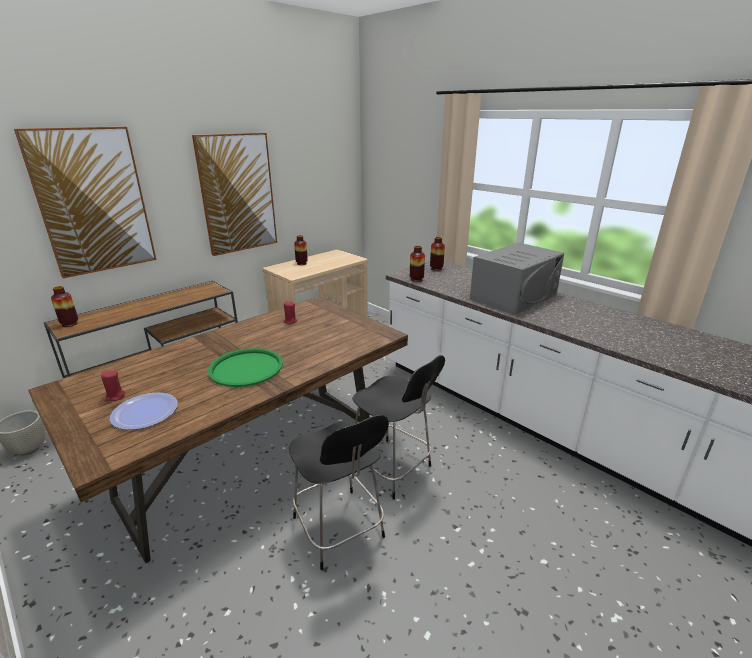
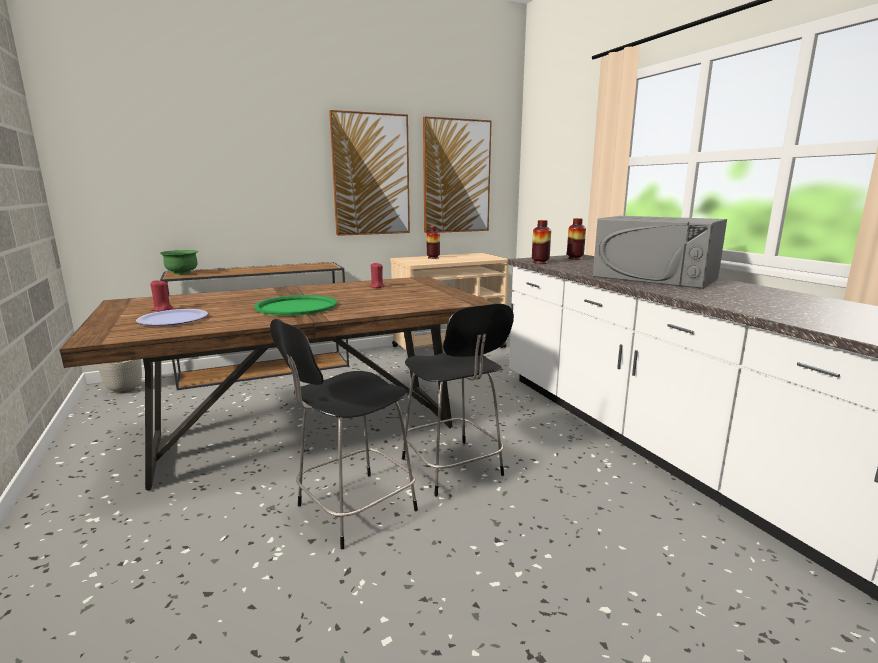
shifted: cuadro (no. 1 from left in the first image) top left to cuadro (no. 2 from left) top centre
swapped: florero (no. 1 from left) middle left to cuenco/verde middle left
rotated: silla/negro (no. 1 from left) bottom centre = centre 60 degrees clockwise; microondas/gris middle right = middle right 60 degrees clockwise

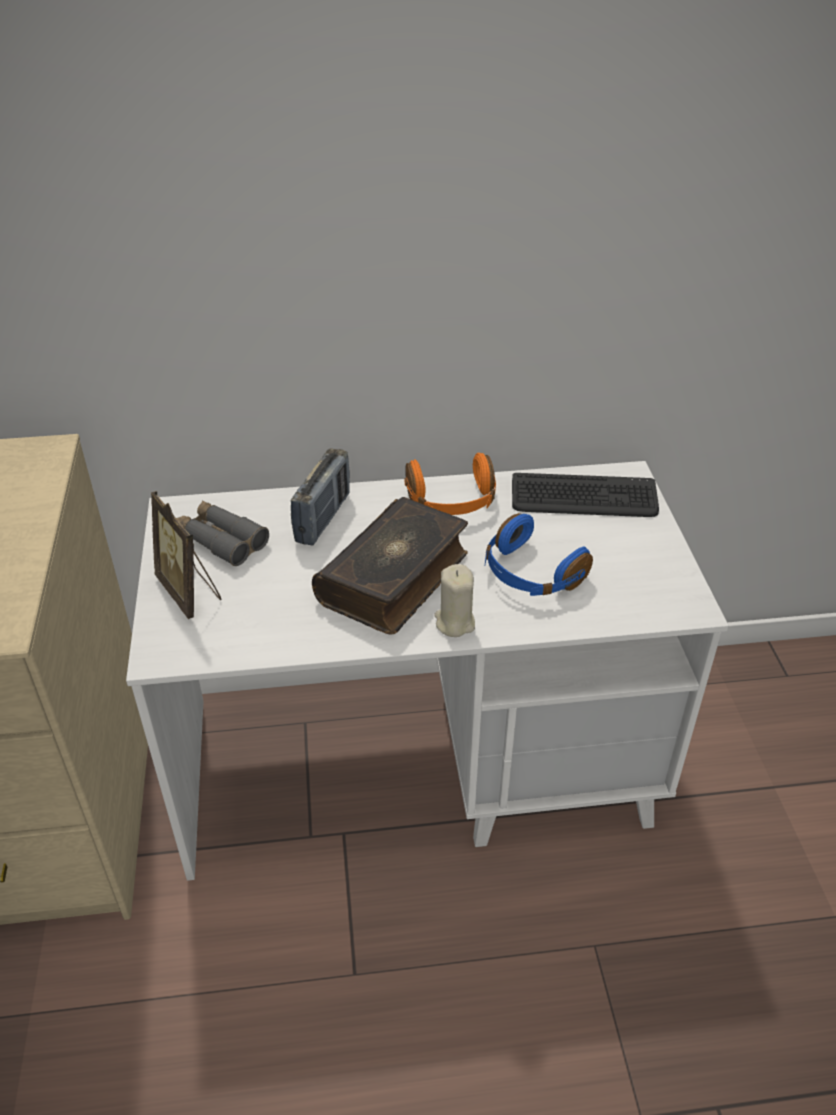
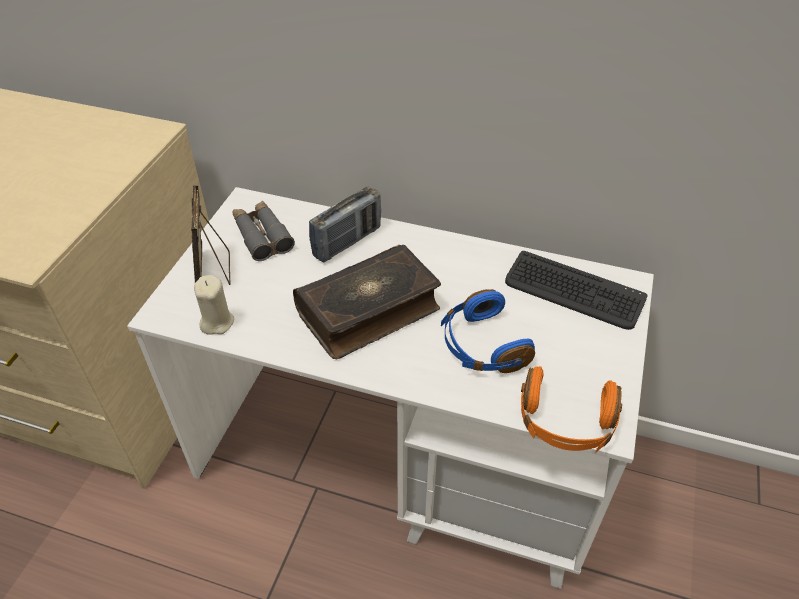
shifted: vela/beis centre to middle left; auriculares/naranja centre to bottom right

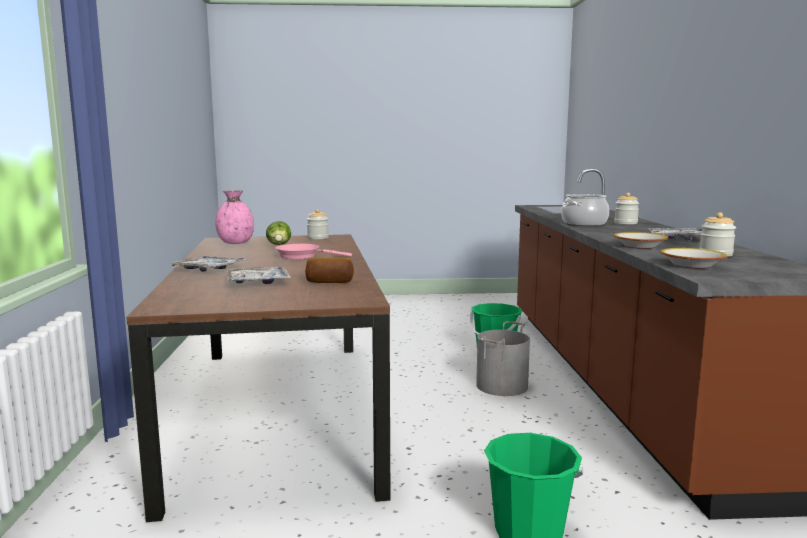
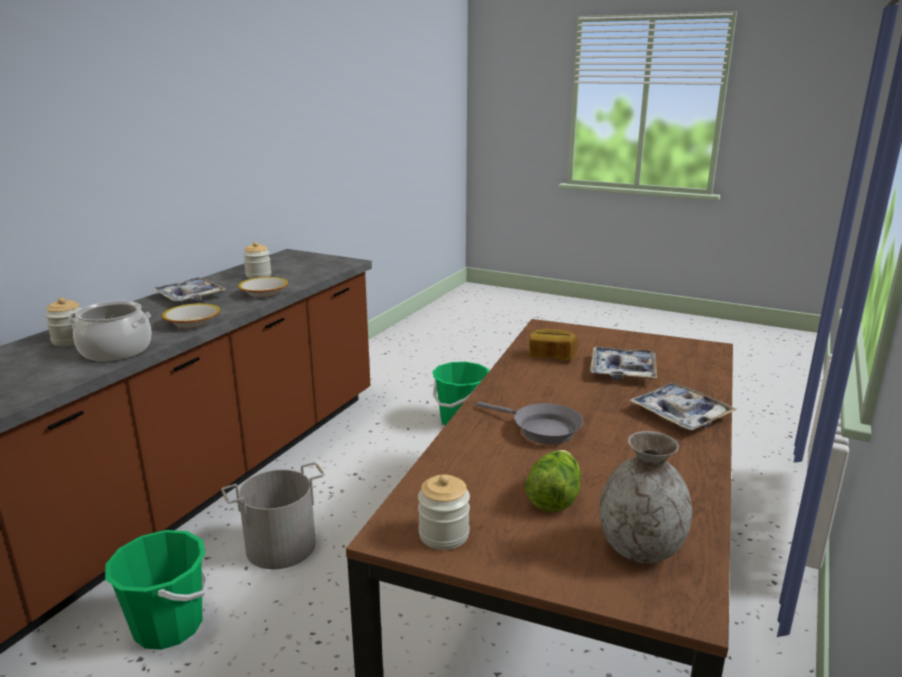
shifted: cuenco (no. 2 from left in the first image) middle right to cuenco (no. 1 from left) middle left
repainted: sartén/rosa centre to sartén/gris centre; florero/rosa middle left to florero/gris bottom right

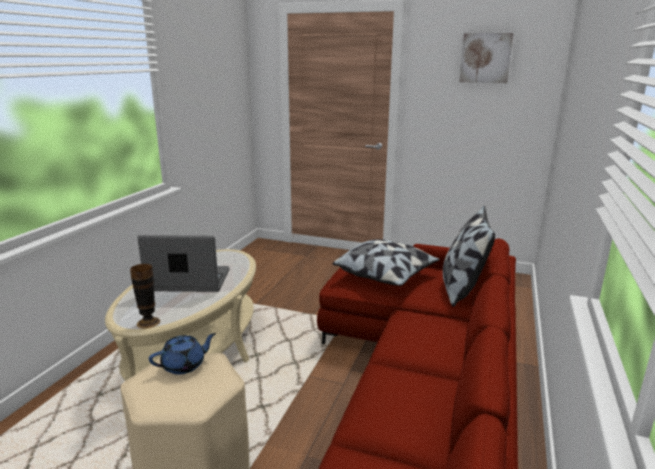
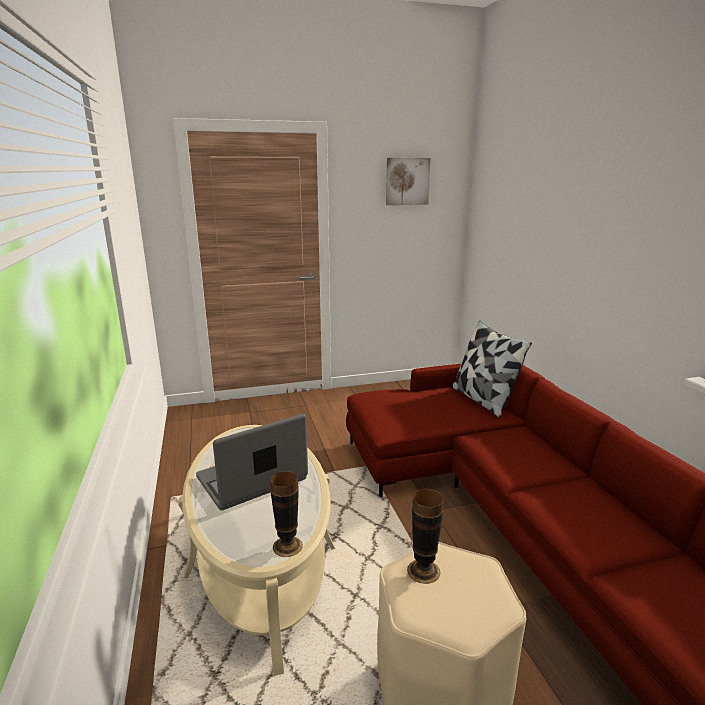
gone: cojín (no. 1 from left) centre
swapped: tetera/azul bottom left to florero (no. 2 from left) bottom centre

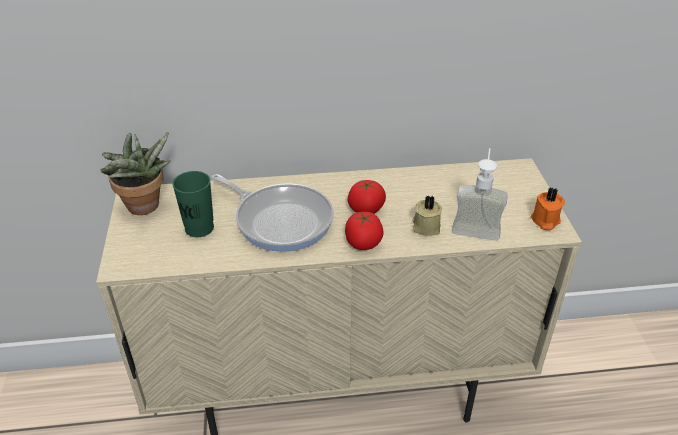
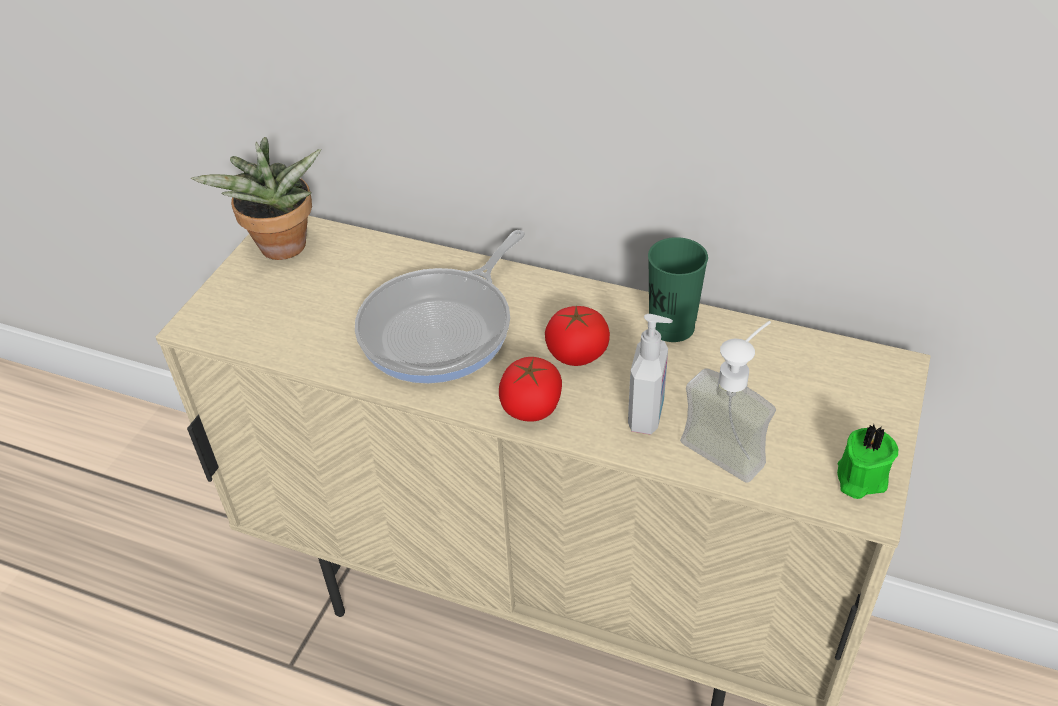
shifted: taza/verde middle left to centre
swapped: vela/beis centre to dispensador de jabón (no. 1 from left) centre
repainted: vela/naranja middle right to vela/verde middle right
rotated: sartén centre = centre 60 degrees clockwise

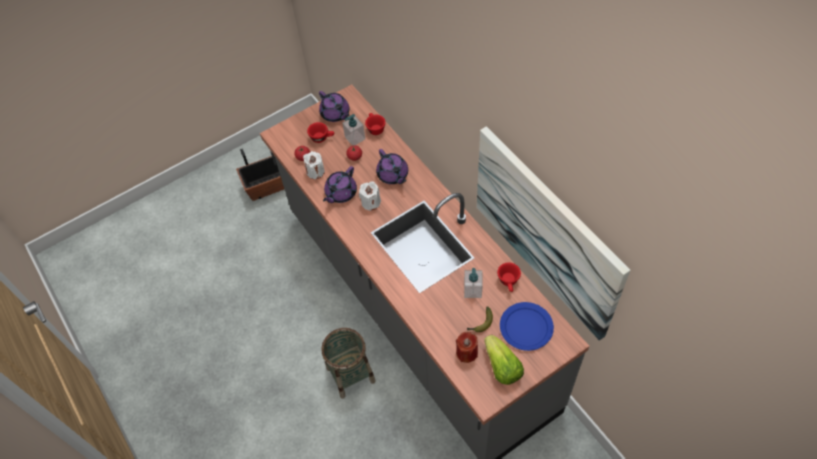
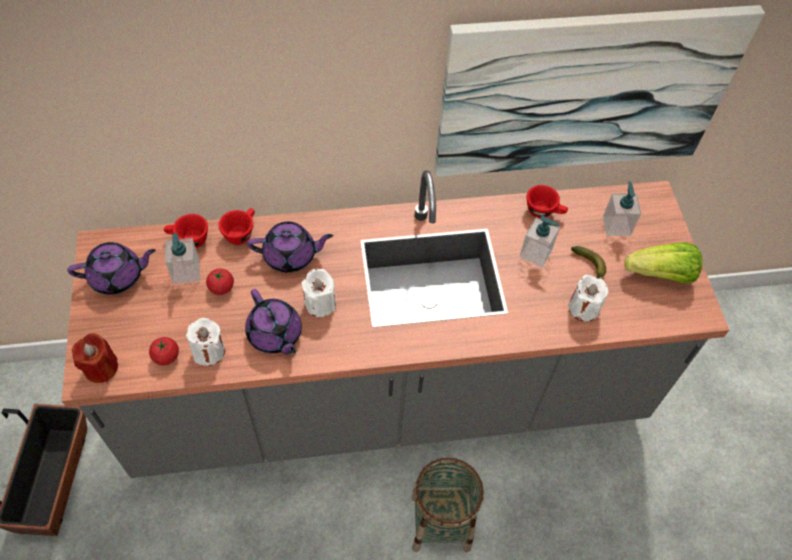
new: vela/blanco (no. 3 from left) middle right
shifted: vela/rojo bottom centre to middle left; taza/rojo (no. 1 from left in the first image) top centre to taza/rojo (no. 2 from left) middle left
swapped: plato/azul bottom centre to dispensador de jabón (no. 3 from left) middle right

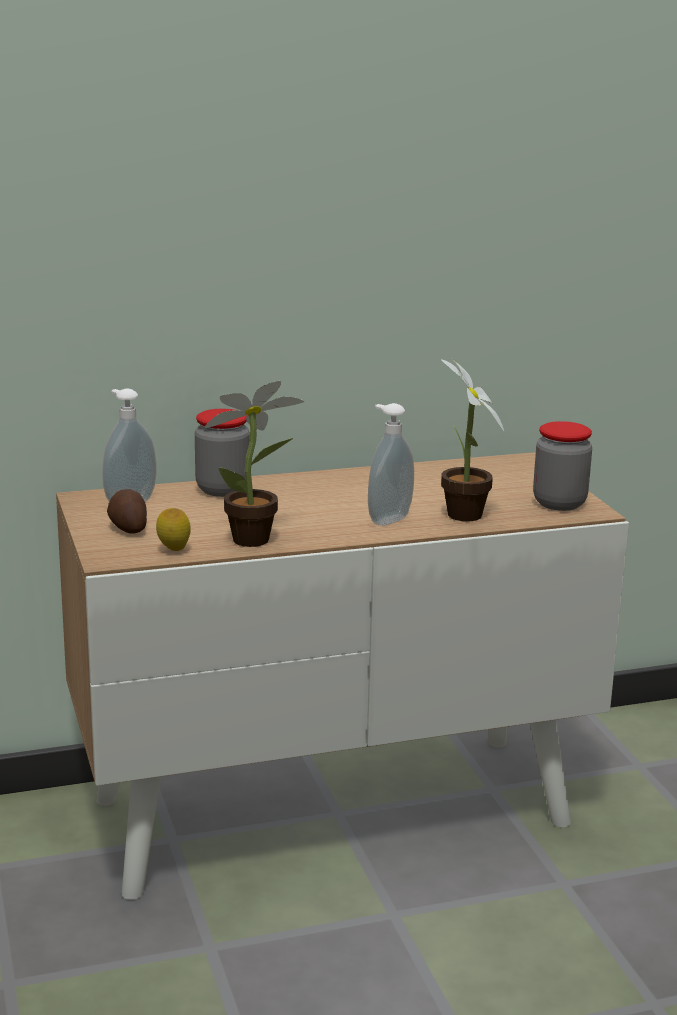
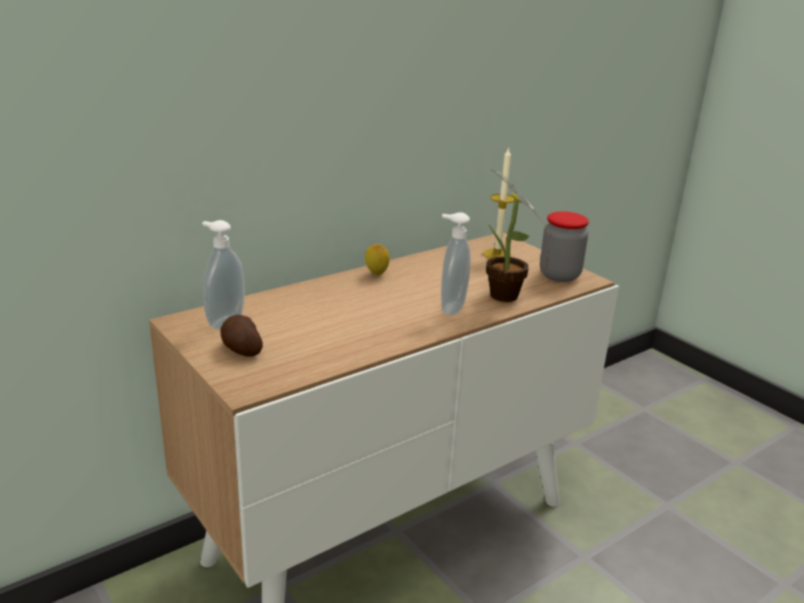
gone: tarro (no. 1 from left) middle left; planta en maceta (no. 1 from left) centre
new: vela centre
shifted: limón middle left to centre

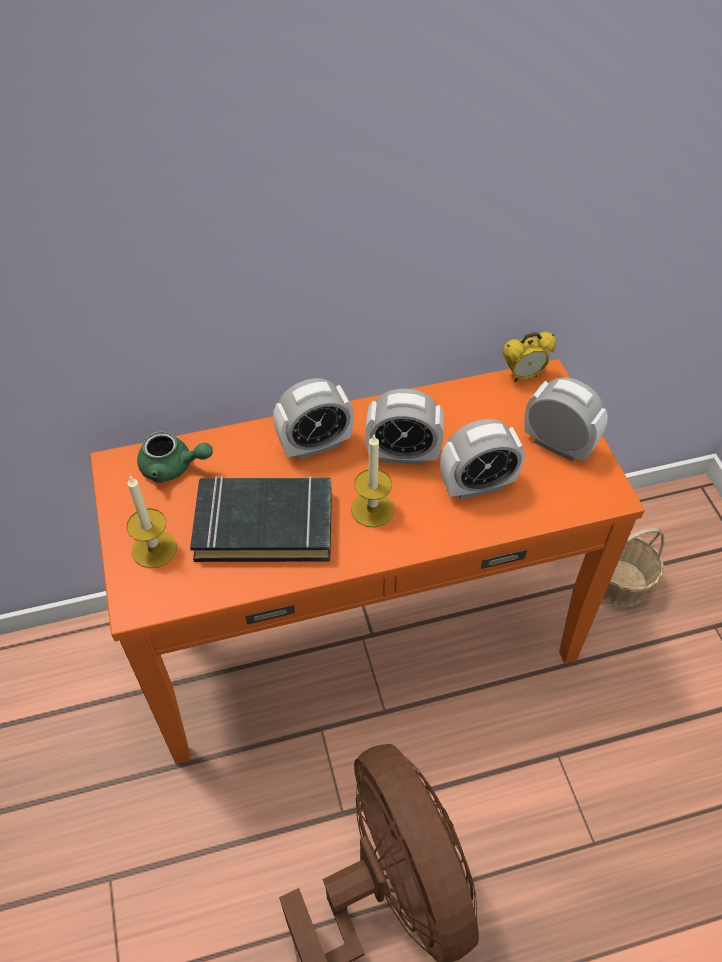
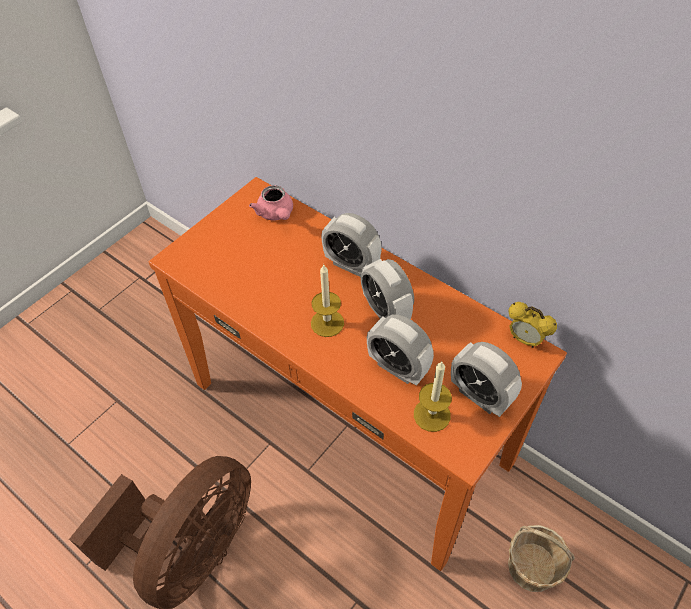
gone: libro/negro centre
shifted: vela (no. 1 from left in the first image) middle left to vela (no. 2 from left) centre
repainted: tetera/verde middle left to tetera/rosa centre
rotated: despertador (no. 5 from left in the first image) middle right = middle right 135 degrees clockwise

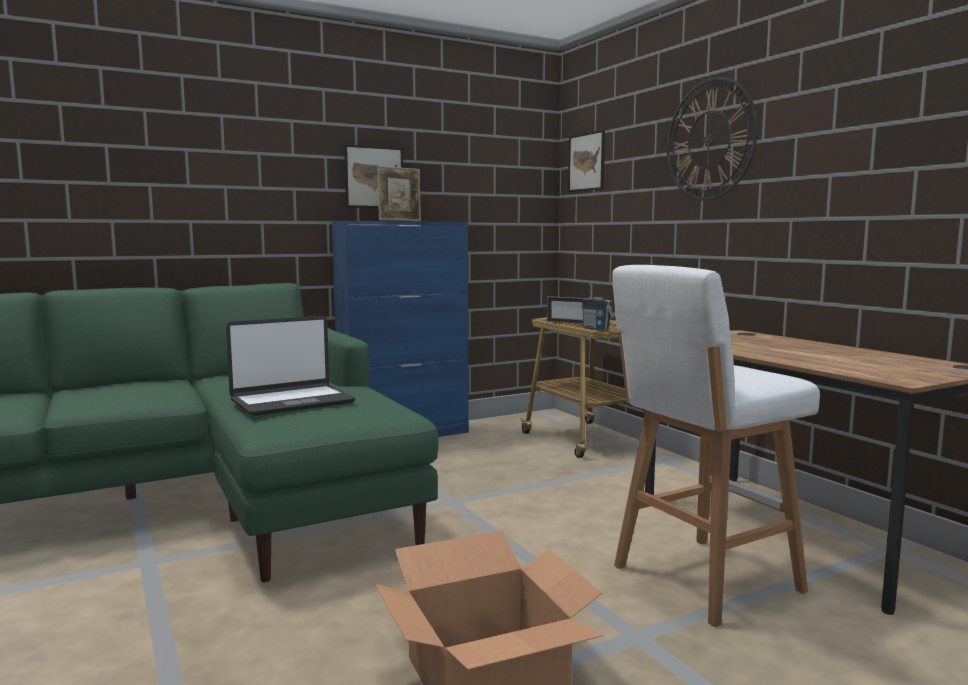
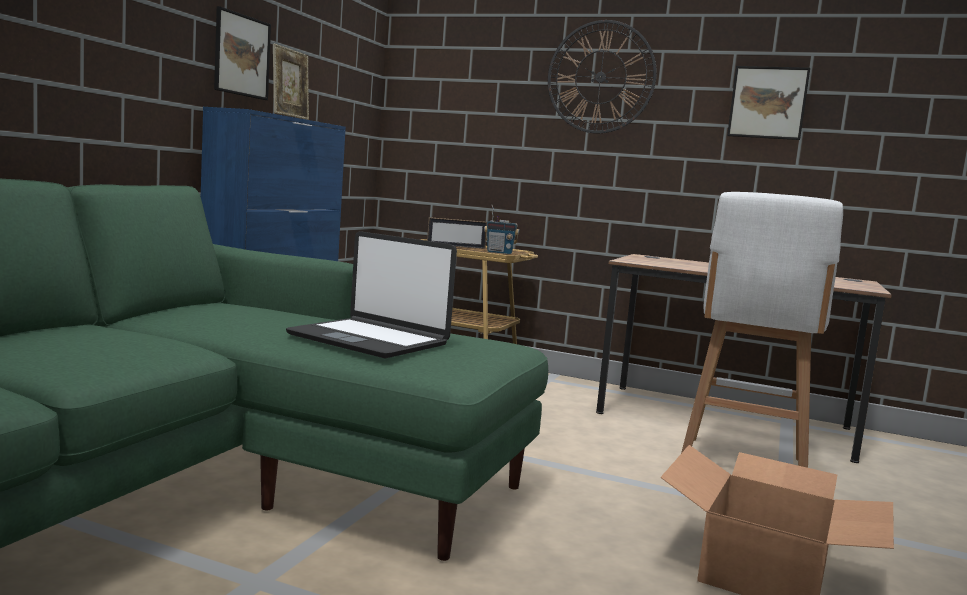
shifted: cuadro (no. 2 from left) top centre to top right
rotated: portátil middle left = centre 105 degrees clockwise

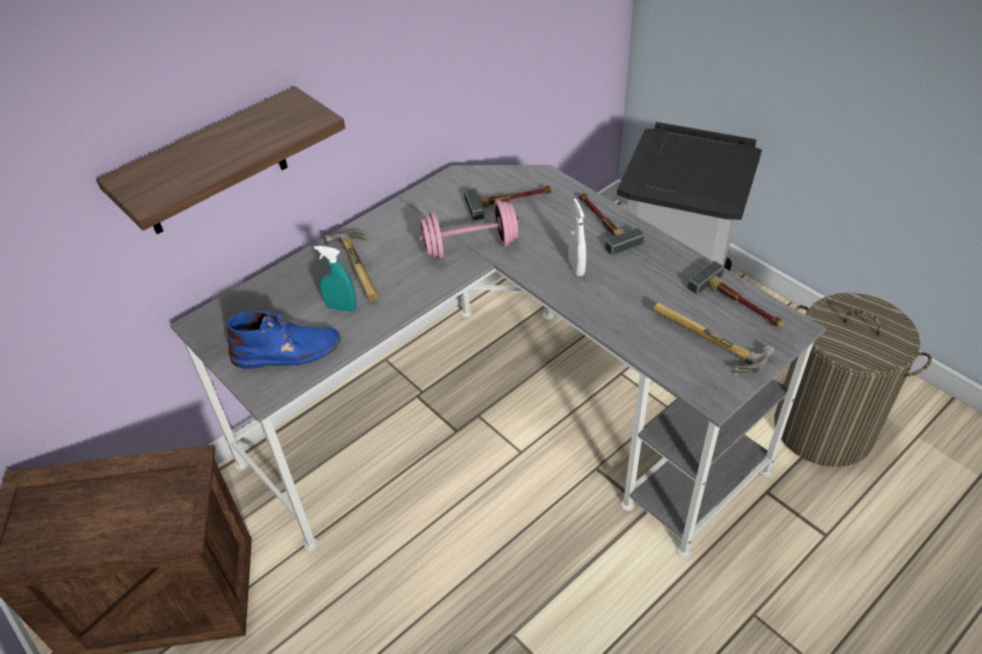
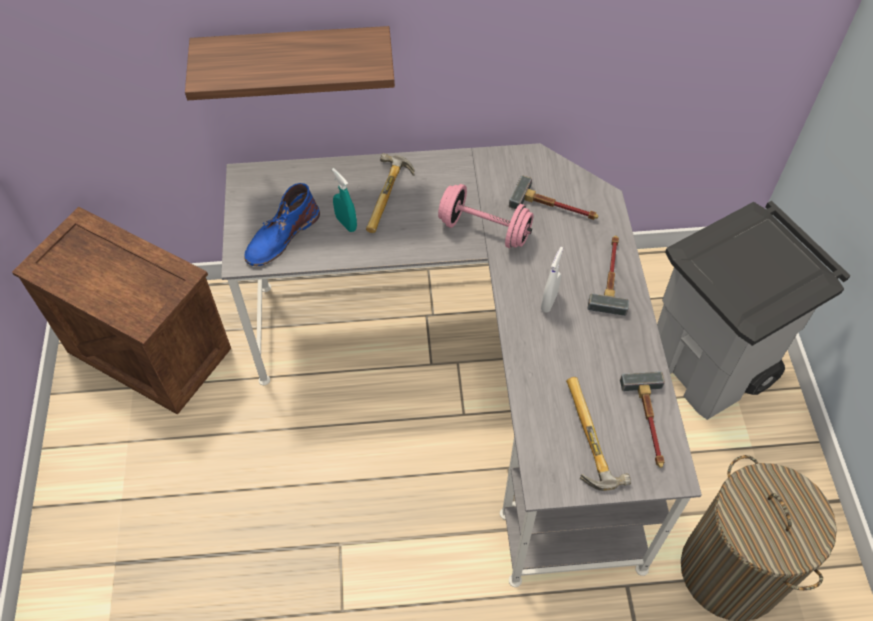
rotated: bota/azul middle left = middle left 105 degrees clockwise

